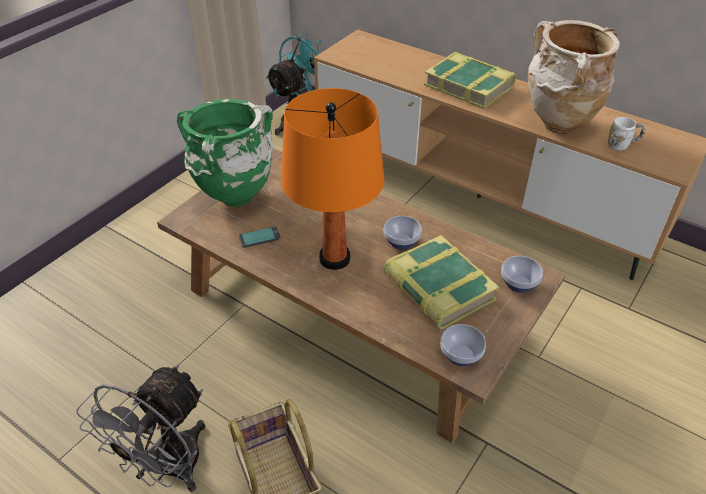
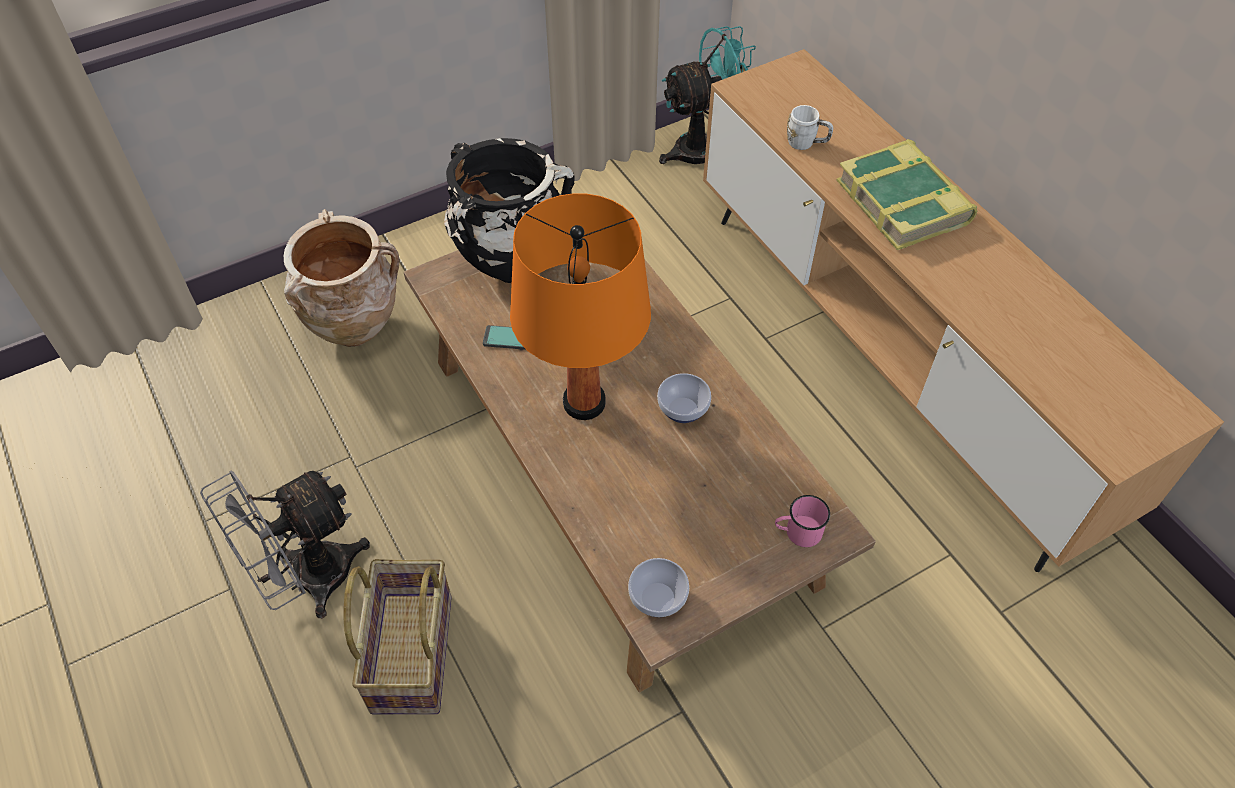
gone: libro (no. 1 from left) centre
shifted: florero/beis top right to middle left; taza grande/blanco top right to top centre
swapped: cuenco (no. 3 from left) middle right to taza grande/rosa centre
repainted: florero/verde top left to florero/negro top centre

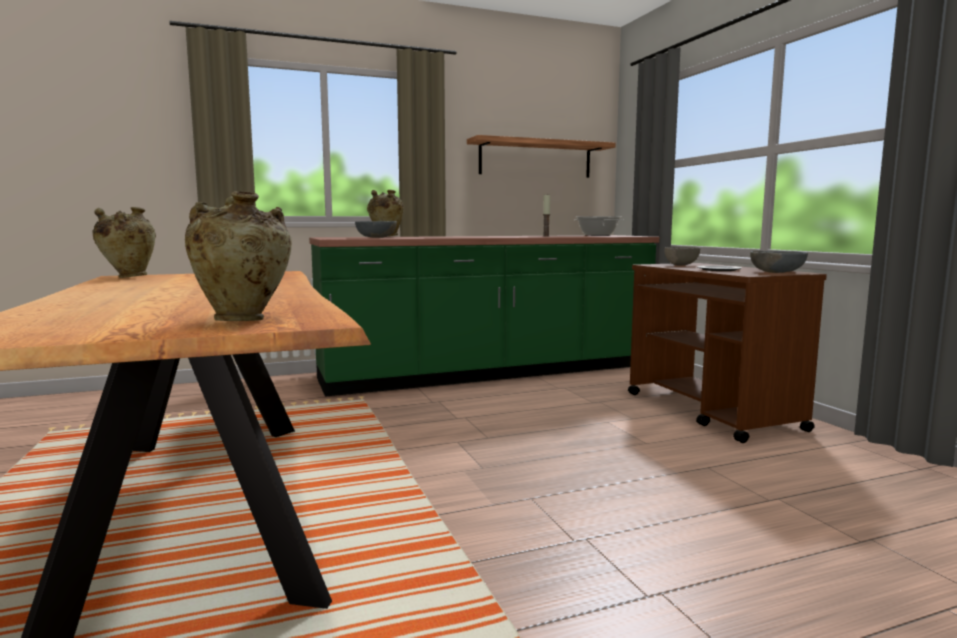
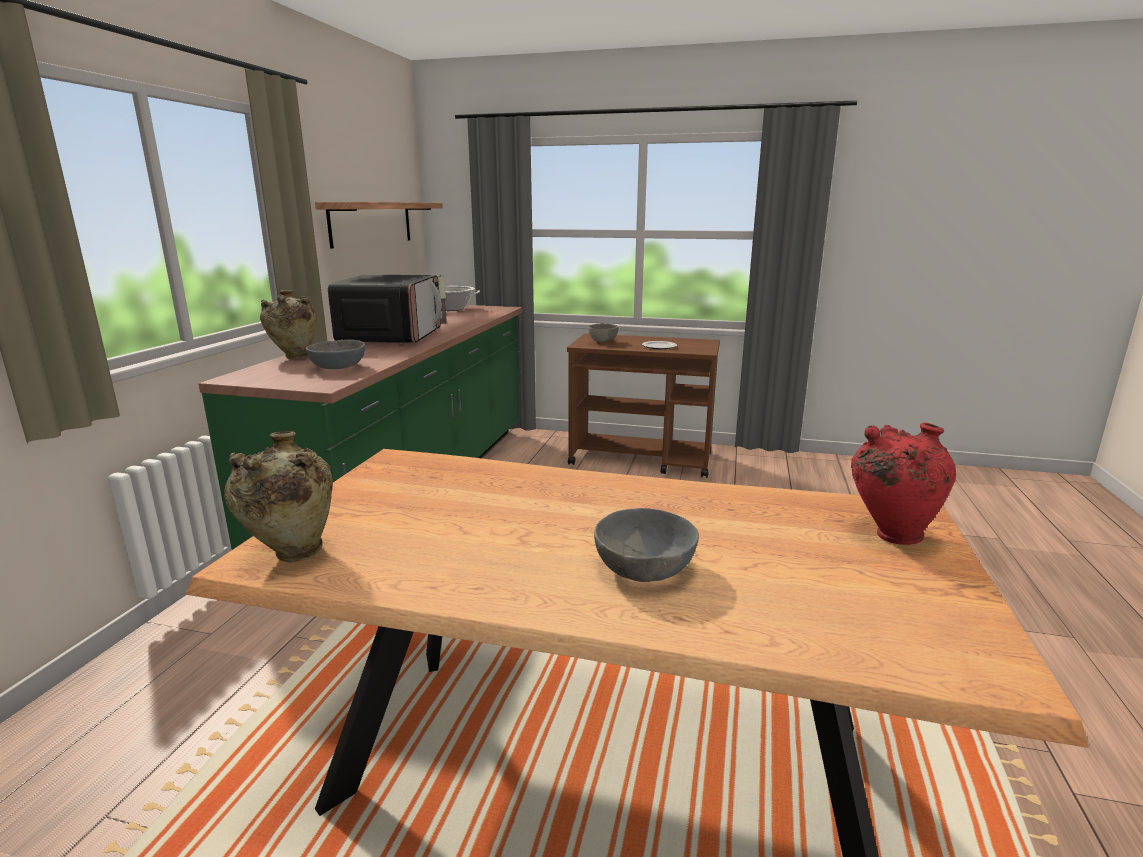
new: microondas centre
shifted: cuenco/gris (no. 3 from left) middle right to centre
repainted: florero/beis (no. 2 from left) middle left to florero/rojo middle right

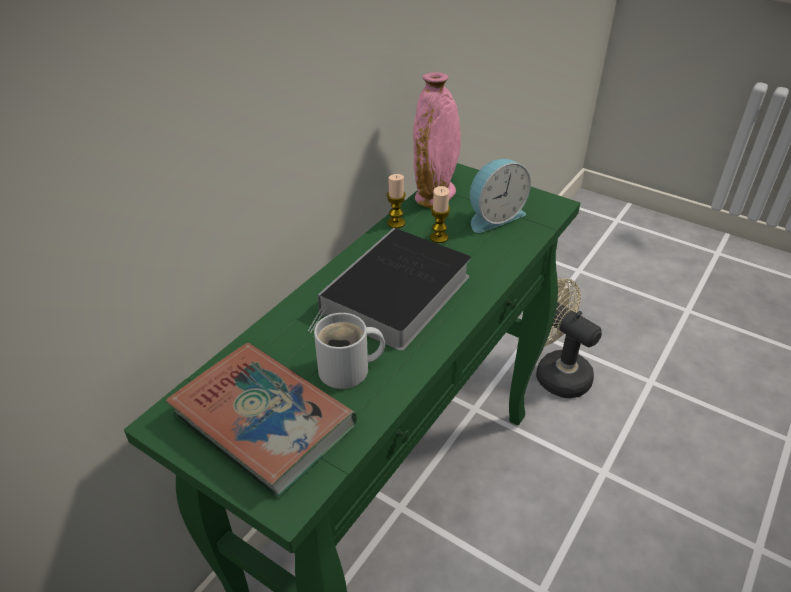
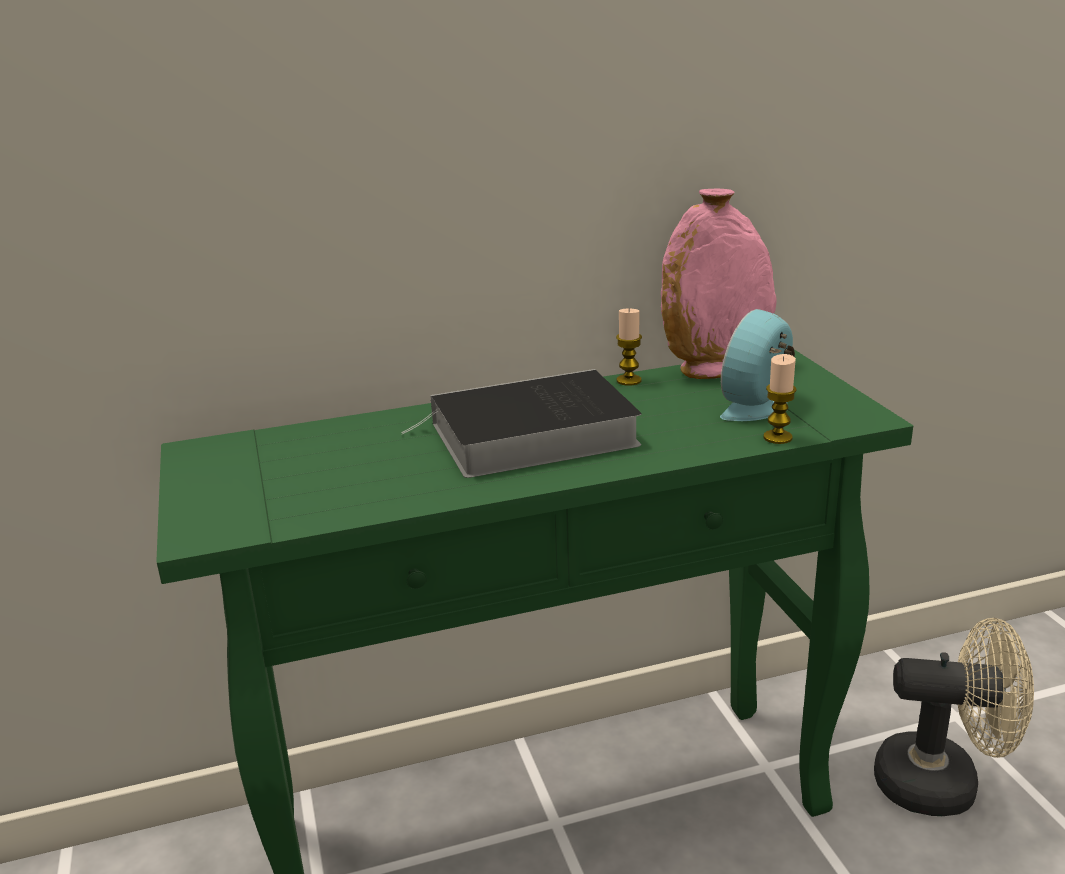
gone: libro (no. 1 from left) bottom left; taza grande/blanco centre
shifted: vela (no. 2 from left) centre to middle right
rotated: despertador top centre = middle right 120 degrees clockwise; ventilador/beis middle right = bottom right 105 degrees clockwise

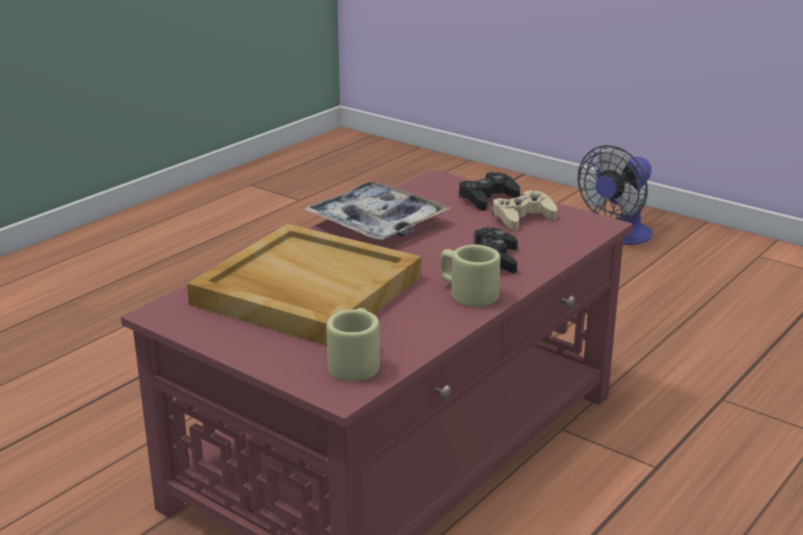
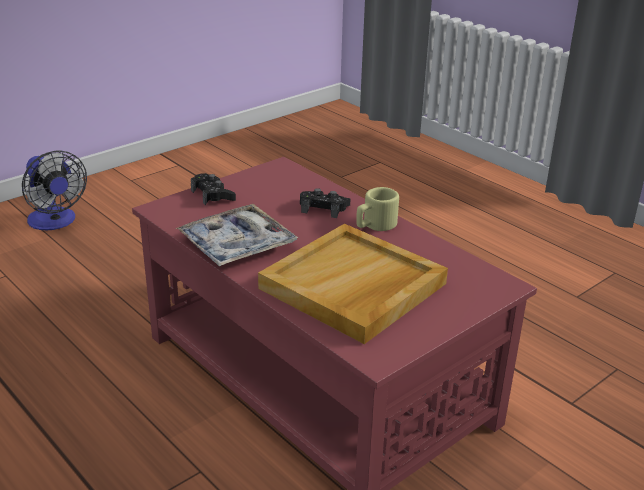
gone: taza grande/beis (no. 1 from left) centre; mando de consola/beis centre

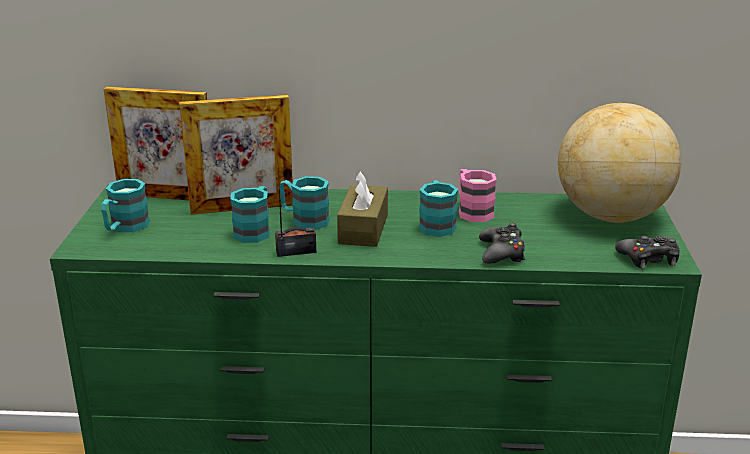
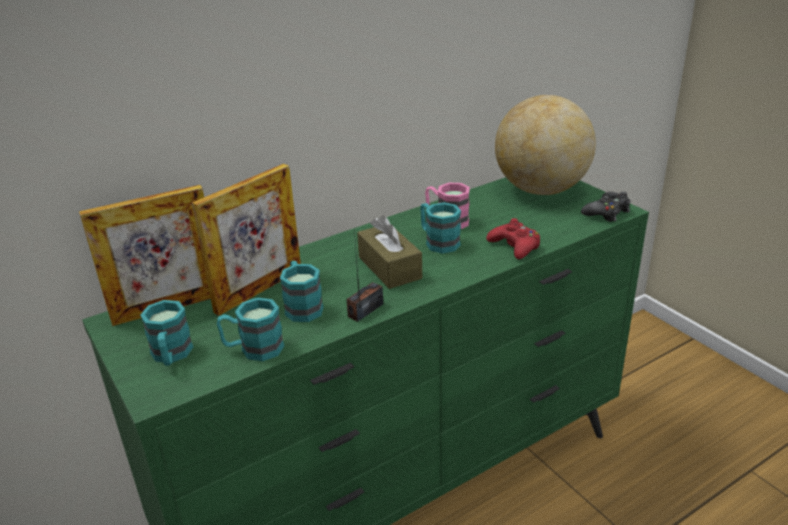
shifted: taza grande/turquesa (no. 3 from left in the first image) centre to taza grande/turquesa (no. 2 from left) middle left
repainted: mando de consola/negro (no. 1 from left) middle right to mando de consola/rojo centre

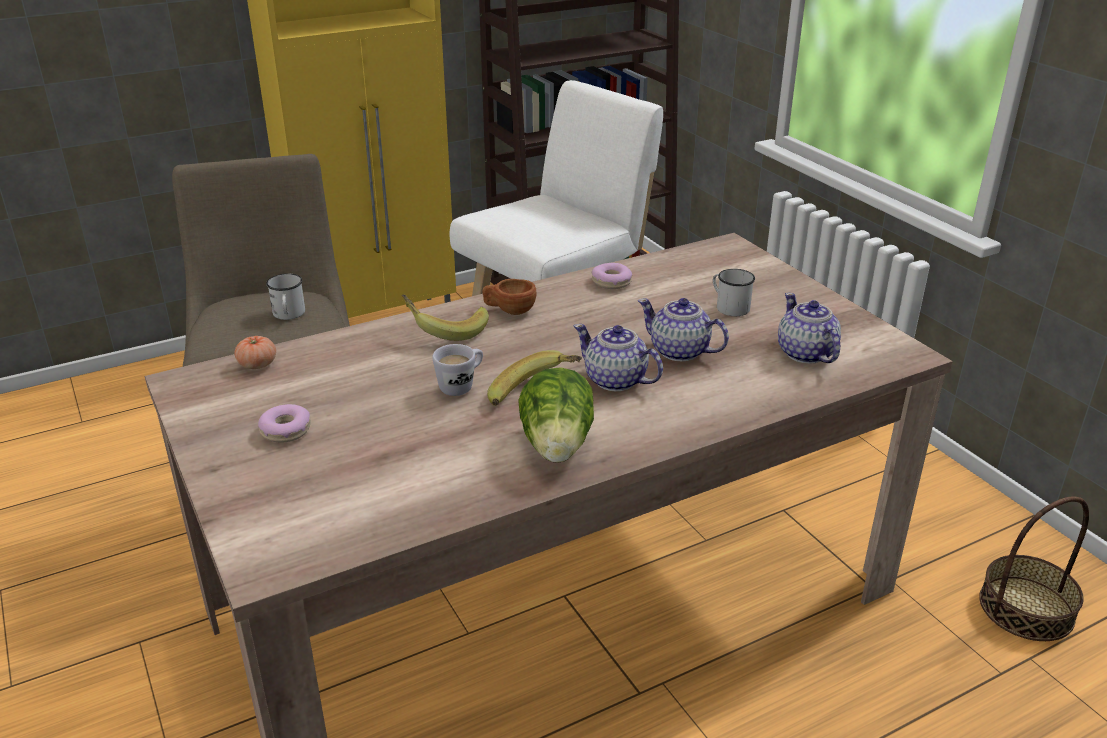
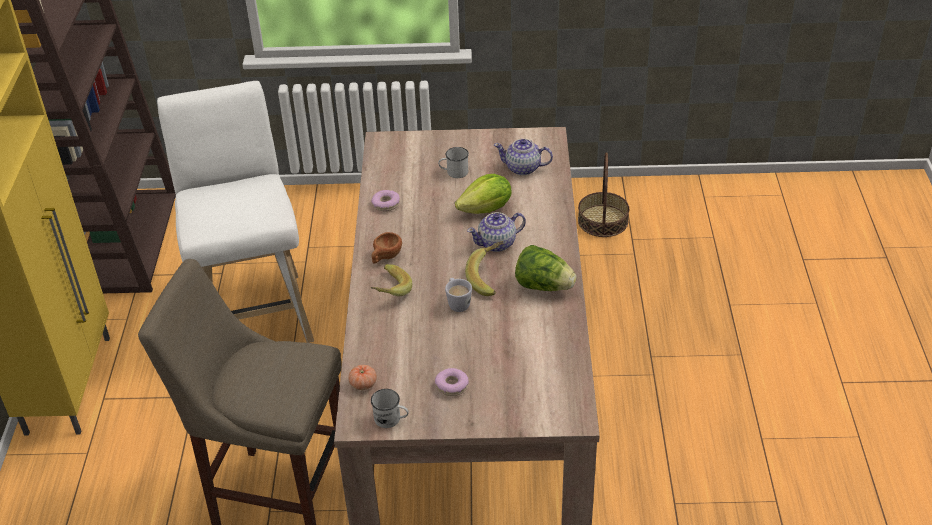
shifted: taza grande/blanco (no. 1 from left) middle left to bottom centre
swapped: tetera (no. 2 from left) centre to lechuga (no. 1 from left) centre

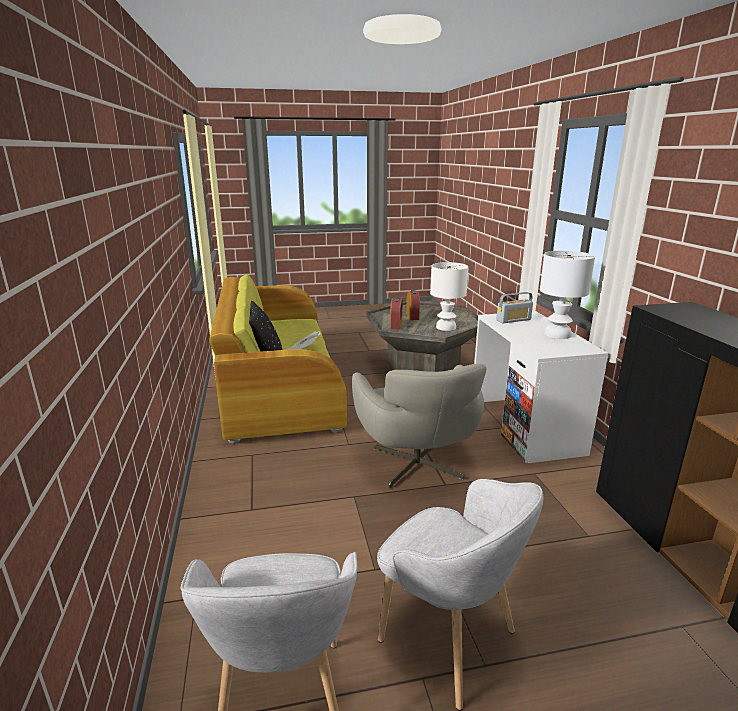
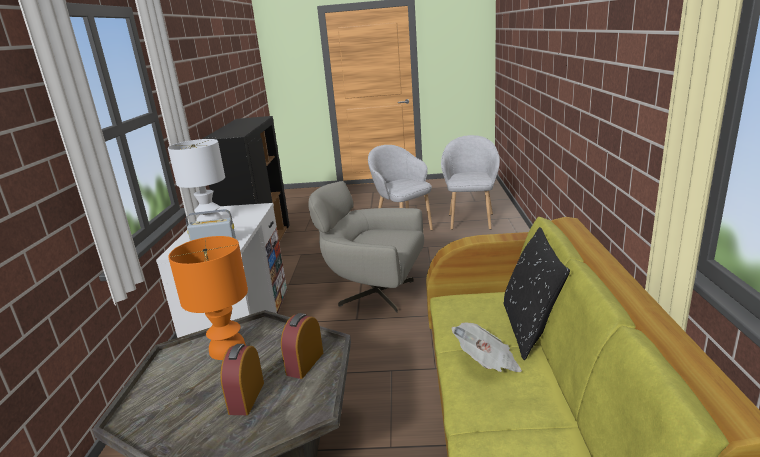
repainted: lámpara de mesa/blanco (no. 1 from left) centre to lámpara de mesa/naranja middle left
rotated: sillón/gris (no. 2 from left in the first image) centre = centre 75 degrees counterclockwise

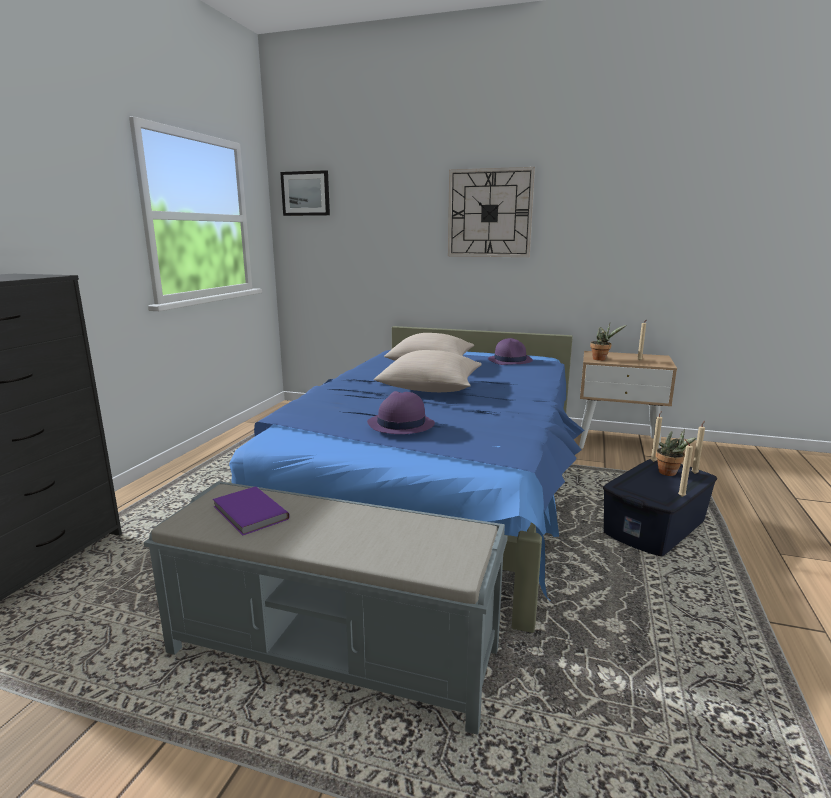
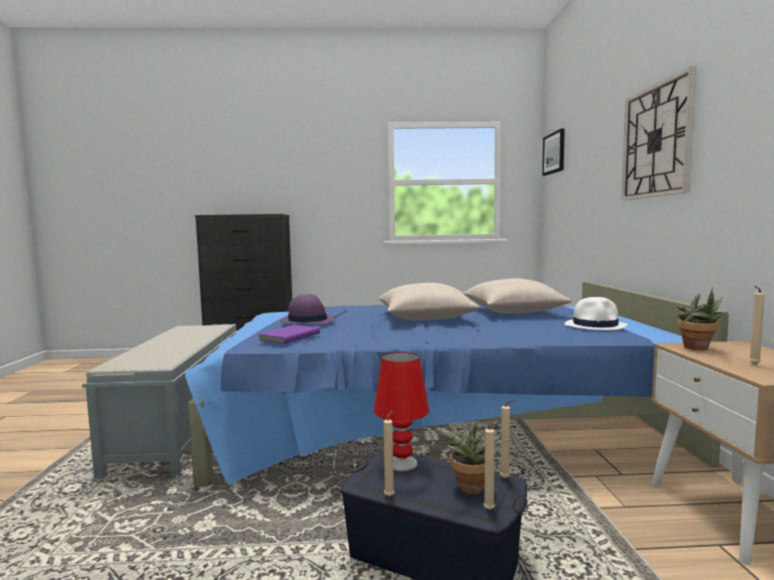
new: lámpara de mesa/rojo bottom centre
shifted: libro/morado middle left to centre
repainted: sombrero/morado (no. 2 from left) centre to sombrero/blanco middle right

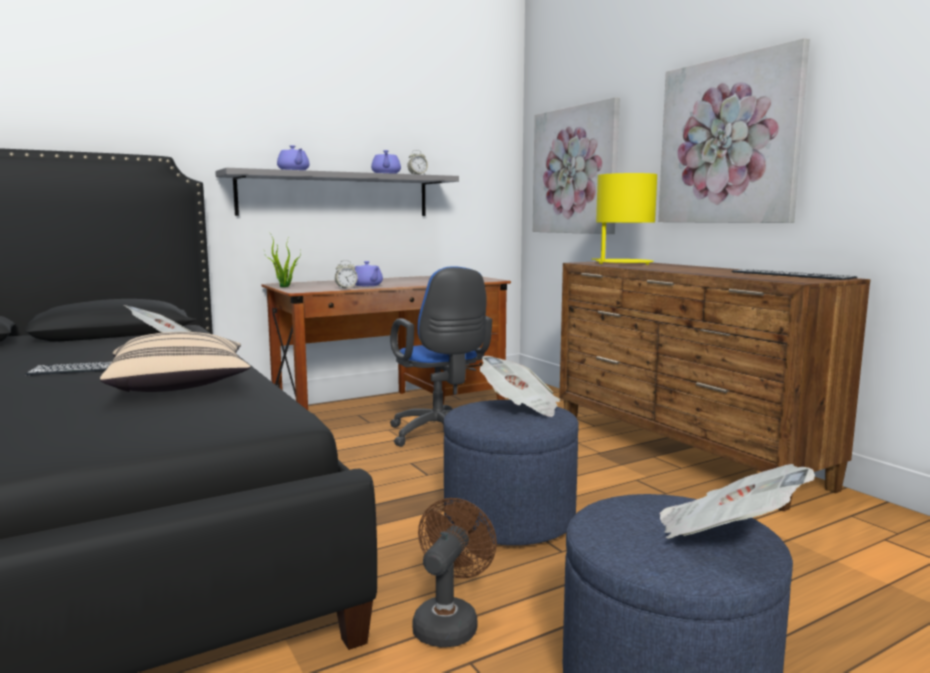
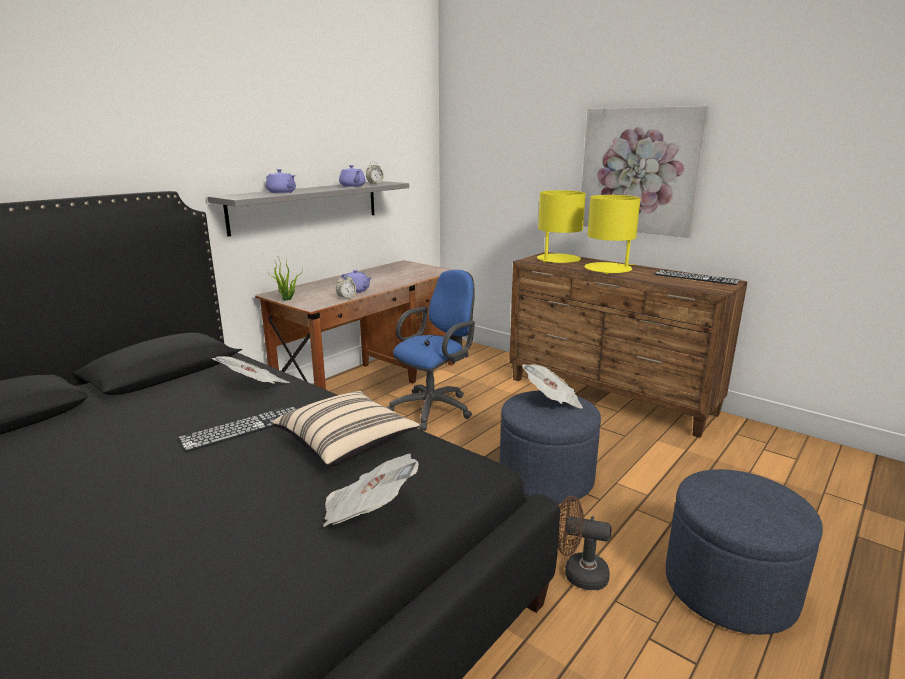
gone: cuadro (no. 1 from left) top centre
new: lámpara de mesa/amarillo (no. 2 from left) middle right
shifted: periódico (no. 3 from left in the first image) bottom right to periódico (no. 2 from left) bottom centre
rotated: silla de oficina/azul centre = centre 90 degrees counterclockwise; ventilador/marrón bottom centre = bottom centre 75 degrees counterclockwise

